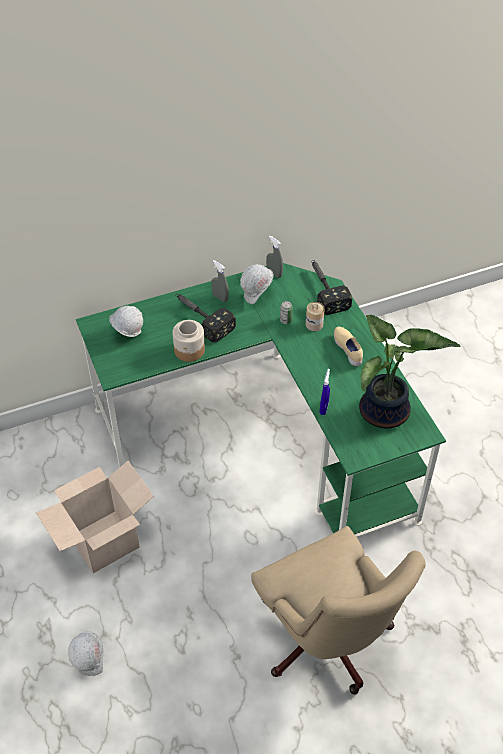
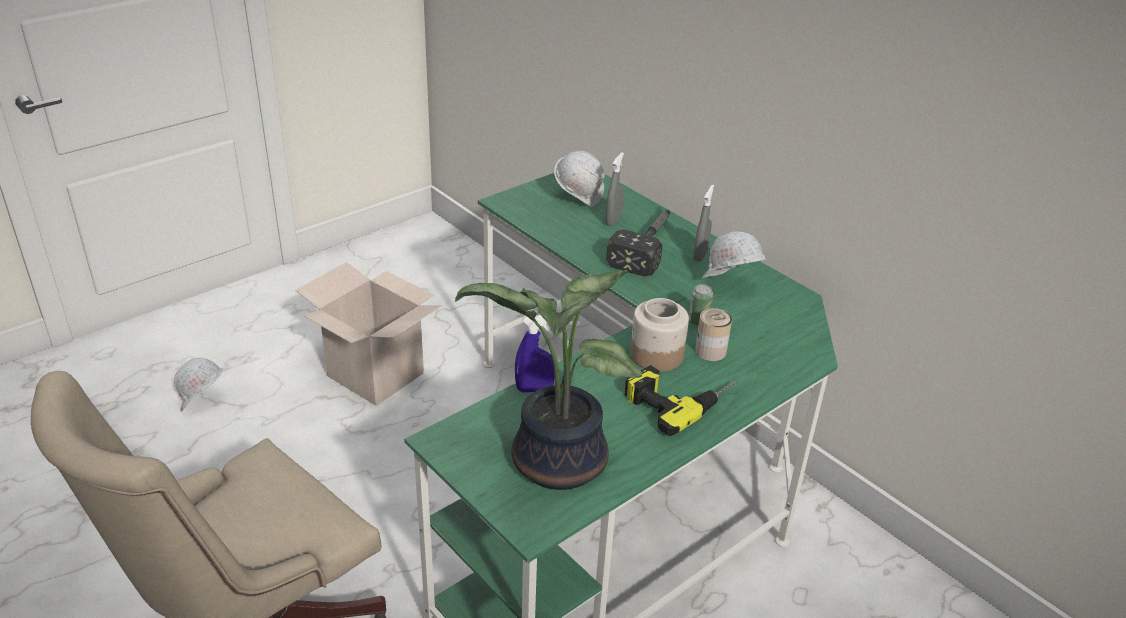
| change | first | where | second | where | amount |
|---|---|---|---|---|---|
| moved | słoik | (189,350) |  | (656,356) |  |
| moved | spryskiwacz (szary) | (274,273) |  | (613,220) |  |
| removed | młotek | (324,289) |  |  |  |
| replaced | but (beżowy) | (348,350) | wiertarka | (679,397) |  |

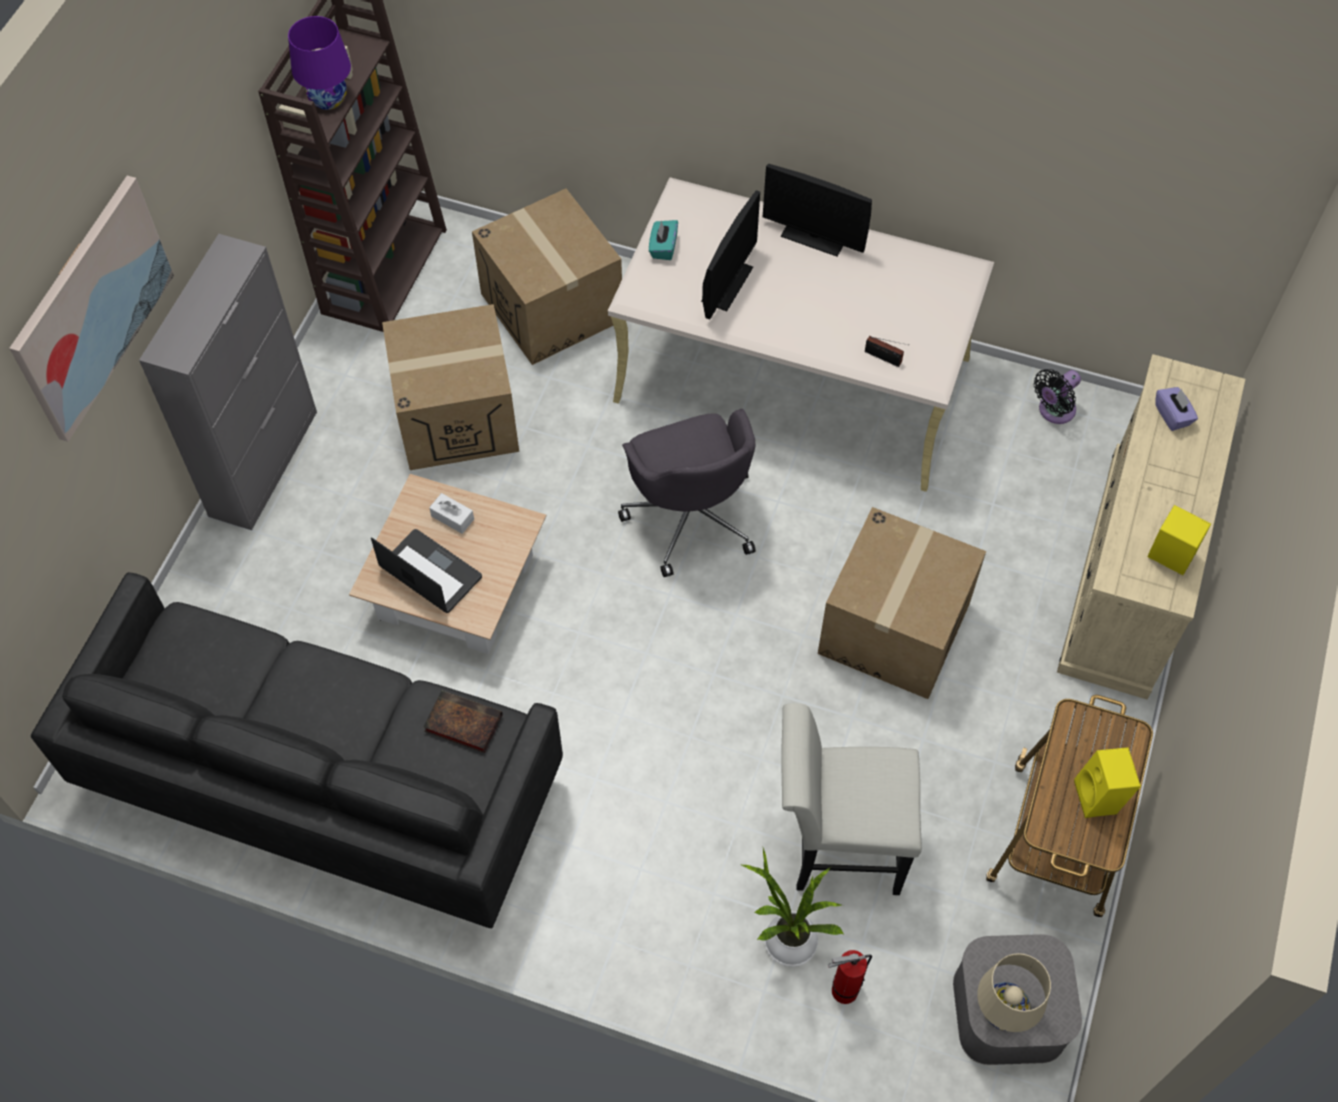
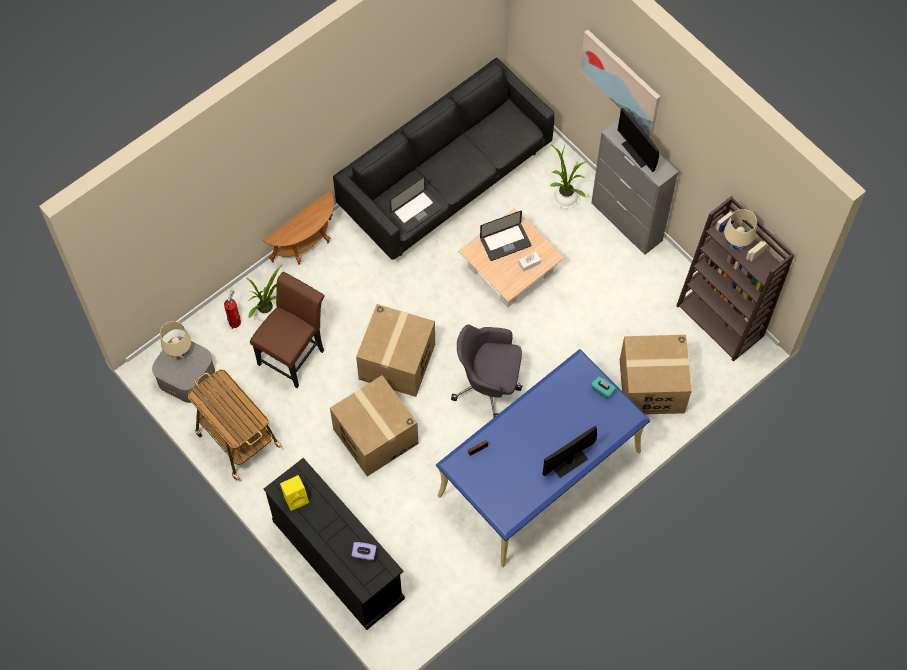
| change | first | where | second | where | amount |
|---|---|---|---|---|---|
| recoloured | lampa stołowa (fioletowy) | (328,99) | lampa stołowa (beżowy) | (736,243) |  |
| moved | karton | (457,416) |  | (397,362) |  |
| replaced | książka | (461,723) | laptop | (416,211) |  |
| recoloured | biurko (beżowy) | (794,380) | biurko (niebieski) | (539,474) |  |
| moved | monitor | (727,284) |  | (637,152) |  |
| recoloured | krzesło (biały) | (836,844) | krzesło (brązowy) | (294,353) |  |
| removed | wentylator (czarny) | (1054,411) |  |  |  |
| recoloured | komoda (beżowy) | (1129,572) | komoda (czarny) | (337,559) |  |
| removed | głośnik (żółty) | (1100,798) |  |  |  |
| added |  |  | stolik (brązowy) | (307,246) |  |
| added |  |  | roślina doniczkowa | (564,197) |  |

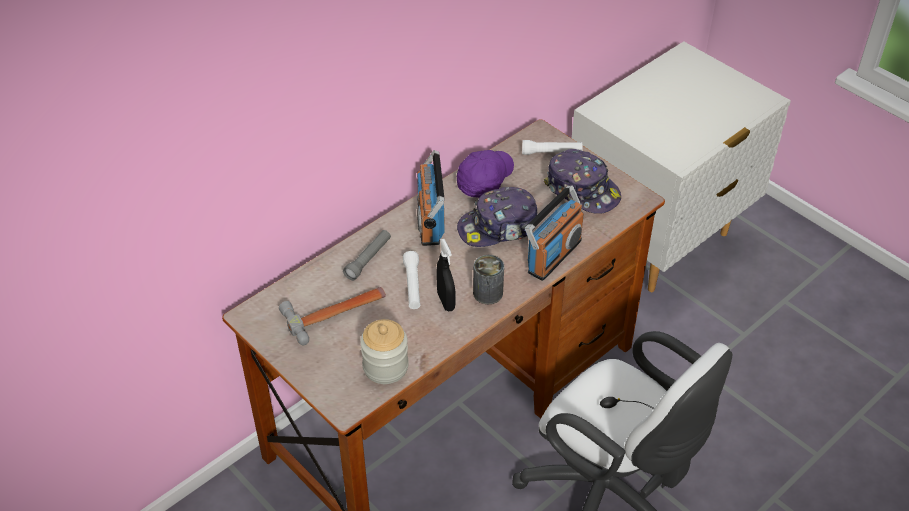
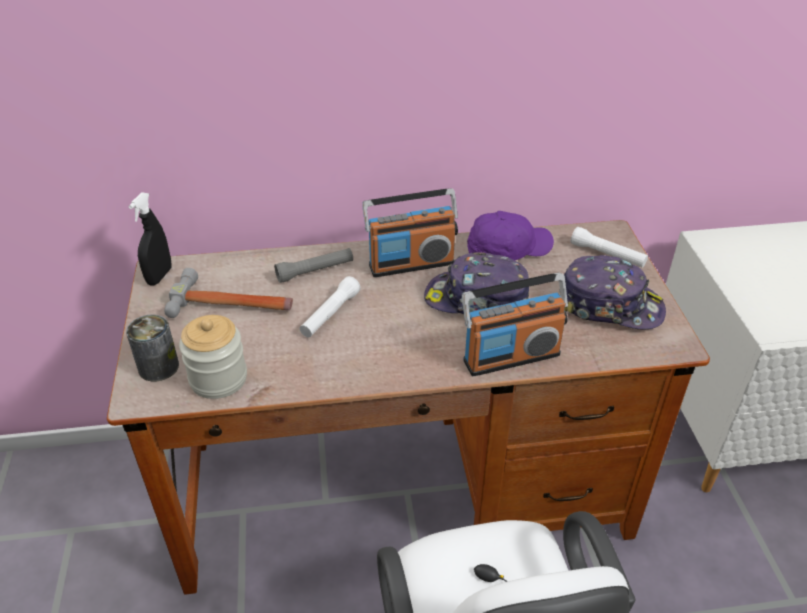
| change | first | where | second | where | amount |
|---|---|---|---|---|---|
| turned | radio | (429,221) |  | (411,263) | 135 degrees counterclockwise |
| moved | spryskiwacz (czarny) | (446,301) |  | (159,276) |  |
| moved | puszka | (488,293) |  | (158,367) |  |
| turned | czapka z daszkiem | (582,190) |  | (610,305) | 60 degrees counterclockwise |

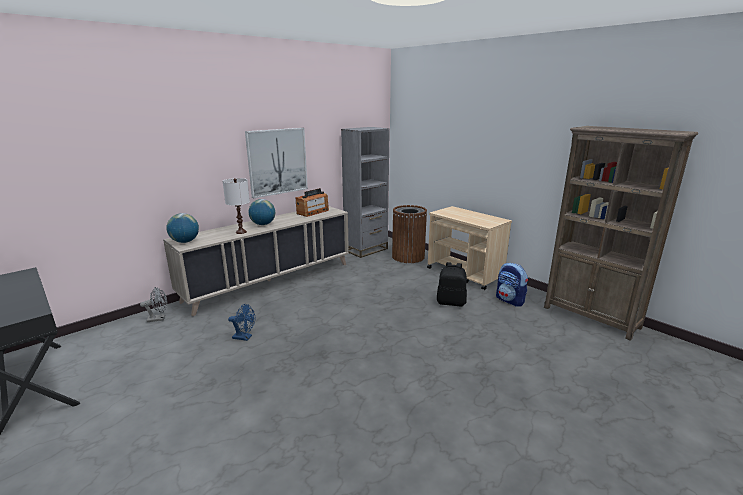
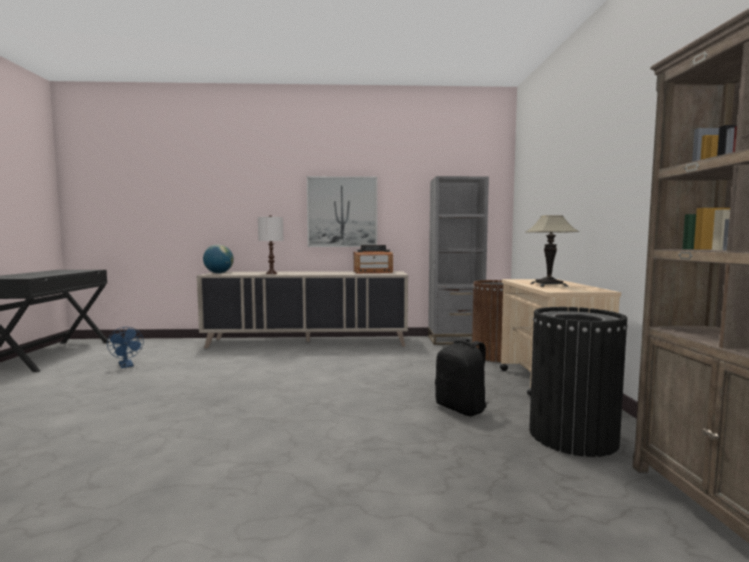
| change | first | where | second | where | amount |
|---|---|---|---|---|---|
| removed | wentylator (szary) | (159,318) |  |  |  |
| moved | wentylator (niebieski) | (245,337) |  | (127,366) |  |
| removed | globus | (263,224) |  |  |  |
| replaced | plecak | (510,300) | kosz na śmieci (czarny) | (573,436) |  |
| added |  |  | lampa stołowa | (548,285) |  |

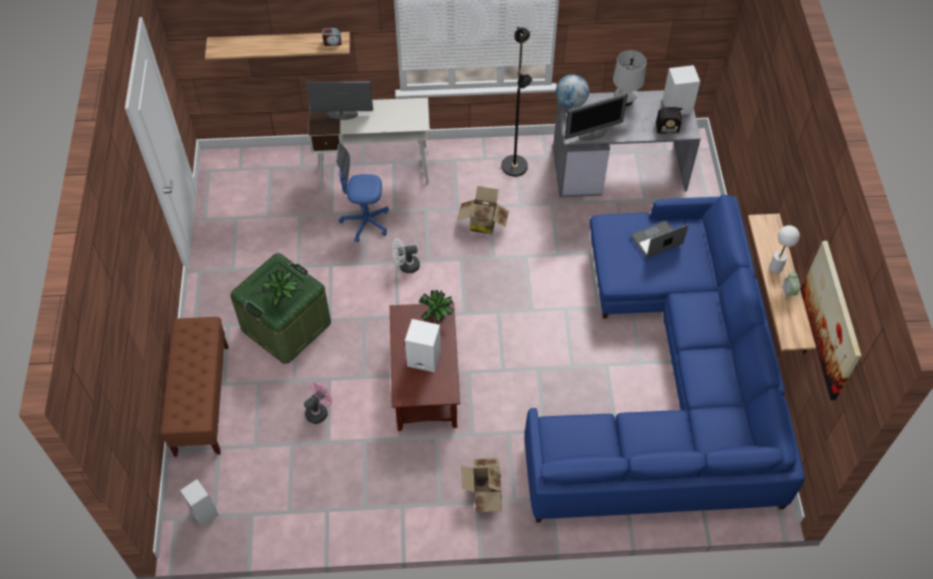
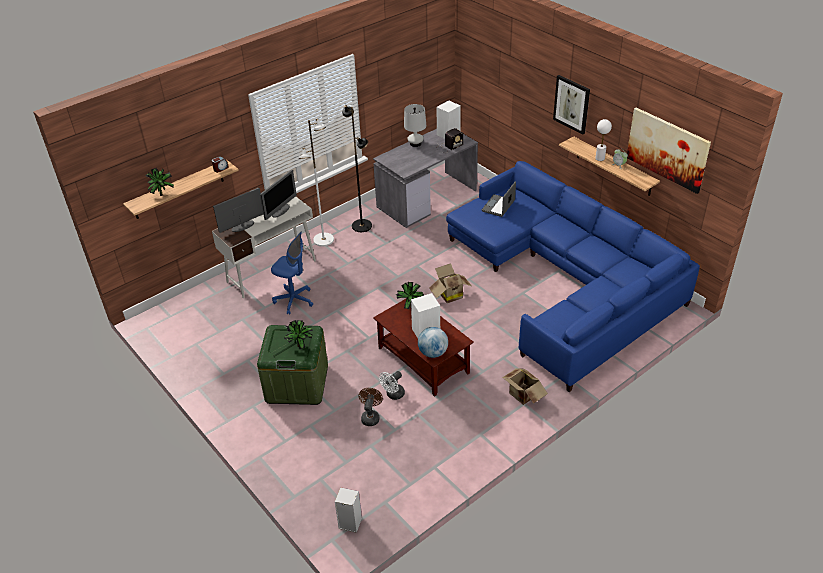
| change | first | where | second | where | amount |
|---|---|---|---|---|---|
| removed | ławka (brązowy) | (202,399) |  |  |  |
| recoloured | wentylator (różowy) | (319,411) | wentylator (brązowy) | (370,416) |  |
| turned | krzesło biurowe (niebieski) | (365,222) |  | (294,300) | 120 degrees counterclockwise |
| moved | wentylator (biały) | (406,266) |  | (393,395) |  |
| moved | karton | (482,222) |  | (449,295) |  |
| moved | globus | (571,103) |  | (433,353) |  |
| moved | monitor | (593,133) |  | (281,211) |  |
| added |  |  | roślina doniczkowa | (162,194) |  |
| added |  |  | lampa stojąca (biały) | (324,240) |  |
| added |  |  | obraz | (572,104) |  |

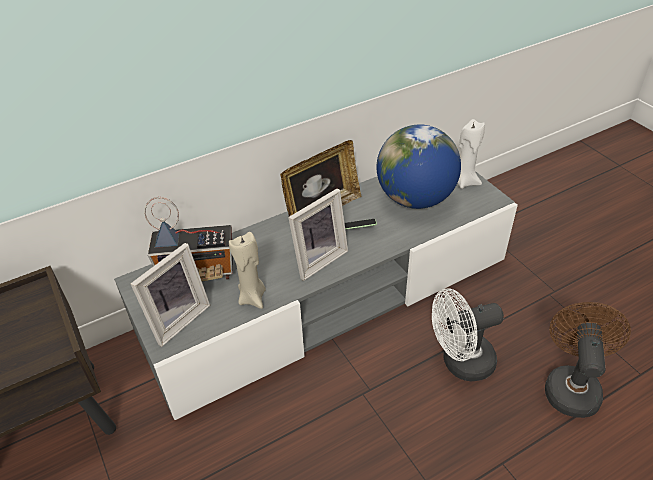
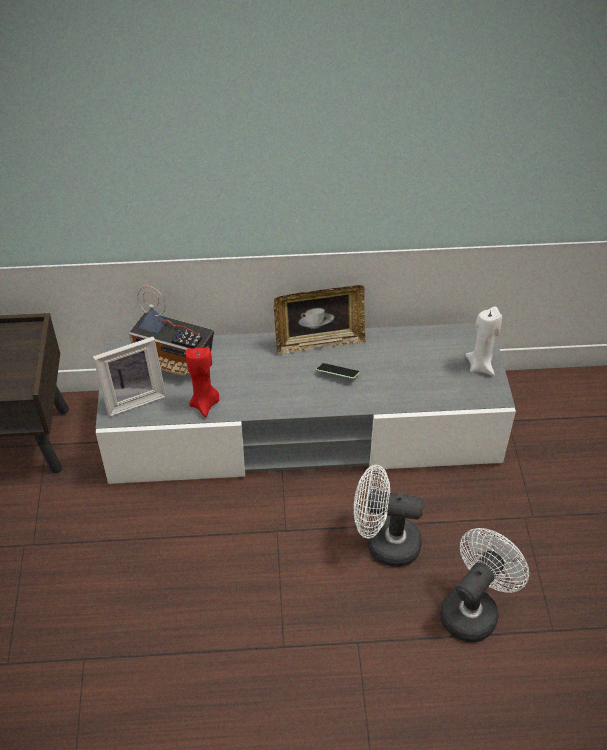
| change | first | where | second | where | amount |
|---|---|---|---|---|---|
| recoloured | świeca (beżowy) | (252,297) | świeca (czerwony) | (205,404) |  |
| removed | ramka na zdjęcie | (317,259) |  |  |  |
| removed | globus | (415,199) |  |  |  |
| recoloured | wentylator (brązowy) | (571,386) | wentylator (biały) | (474,609) |  |

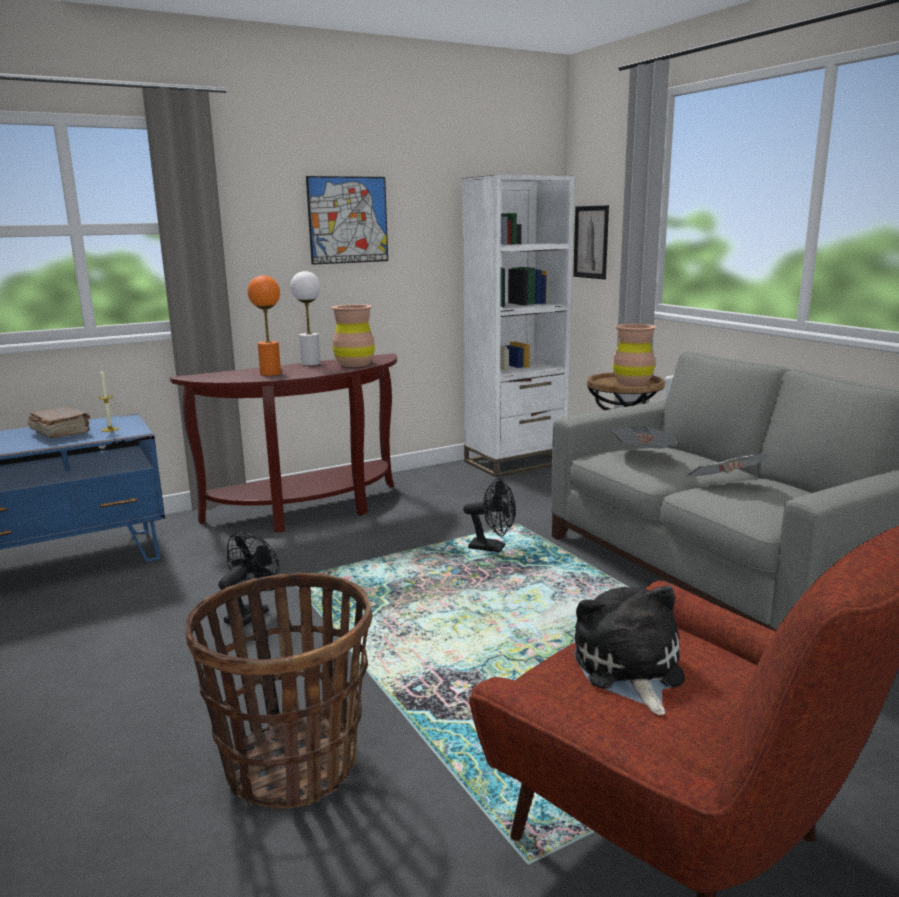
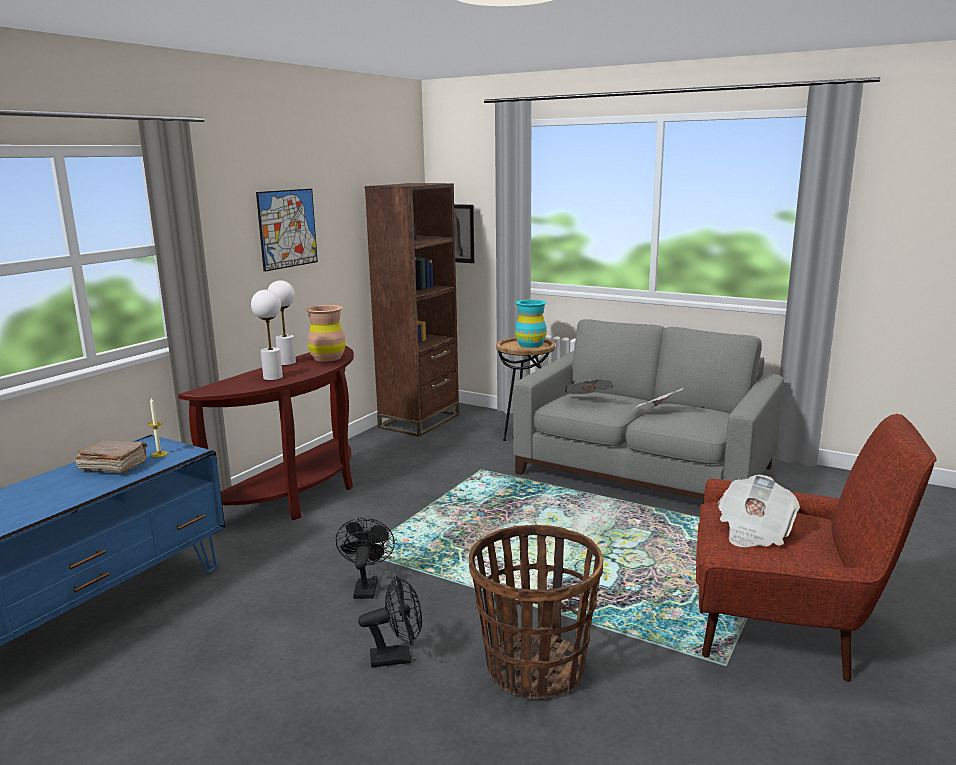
| change | first | where | second | where | amount |
|---|---|---|---|---|---|
| recoloured | lampa stołowa (pomarańczowy) | (270,373) | lampa stołowa (biały) | (273,377) |  |
| recoloured | regał (biały) | (515,462) | regał (brązowy) | (419,421) |  |
| moved | wentylator (czarny) | (493,548) |  | (397,657) |  |
| replaced | pluszak | (629,670) | gazeta | (754,531) |  |
| recoloured | wazon (brązowy) | (632,382) | wazon (turkusowy) | (530,345) |  |

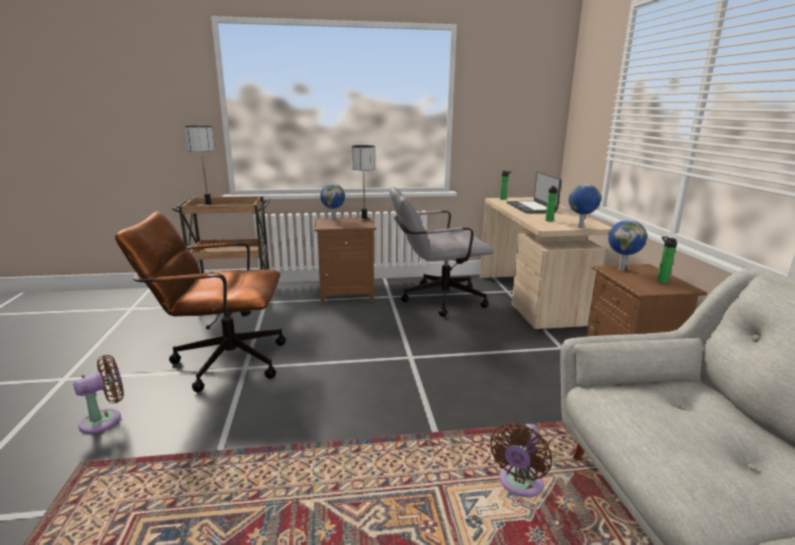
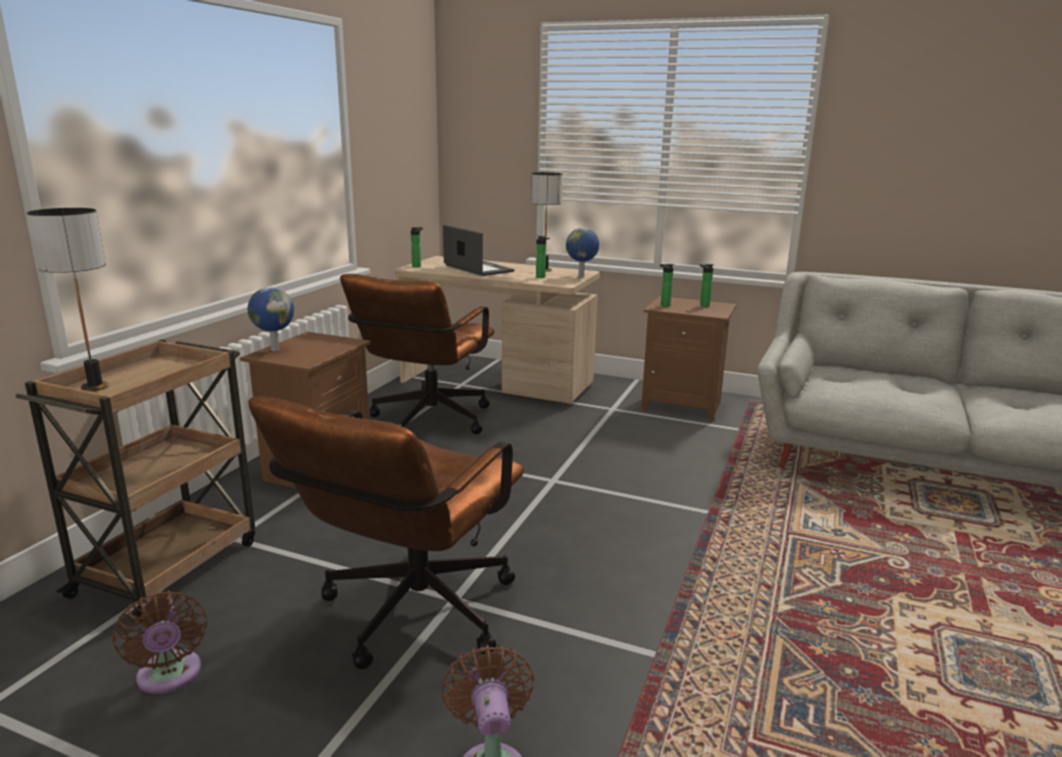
| change | first | where | second | where | amount |
|---|---|---|---|---|---|
| moved | lampa stołowa | (364,219) |  | (544,270) |  |
| recoloured | krzesło biurowe (szary) | (436,299) | krzesło biurowe (brązowy) | (426,423) |  |
| moved | wentylator (brązowy) | (519,485) |  | (169,677) |  |
| turned | laptop | (531,207) |  | (477,269) | 150 degrees counterclockwise |
| replaced | globus | (621,269) | butelka | (663,305) |  |

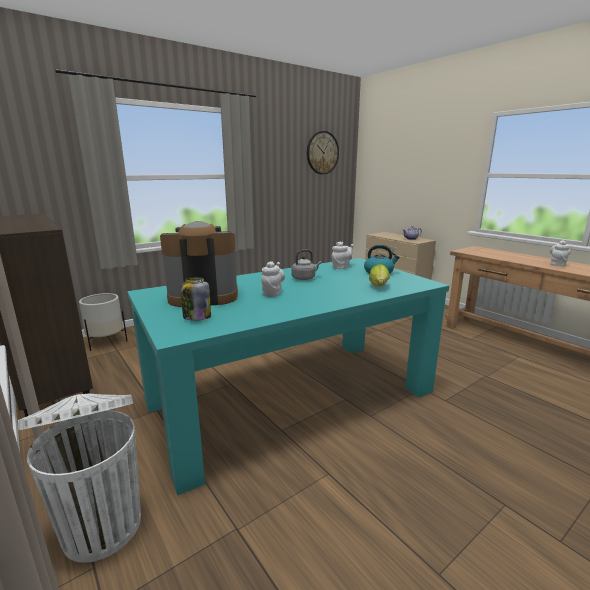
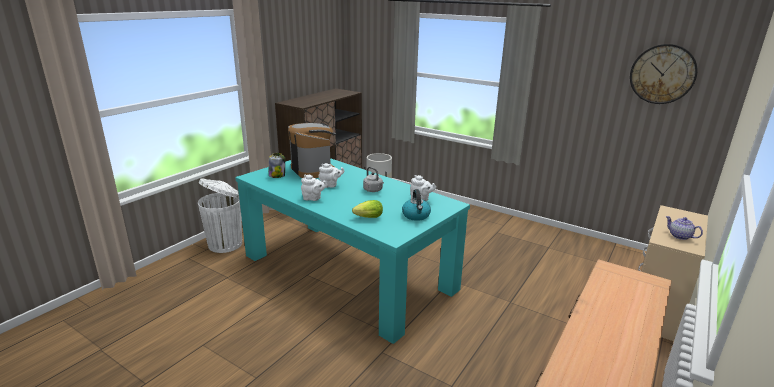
| change | first | where | second | where | amount |
|---|---|---|---|---|---|
| moved | imbryk (biały) | (557,264) |  | (313,198) |  |

